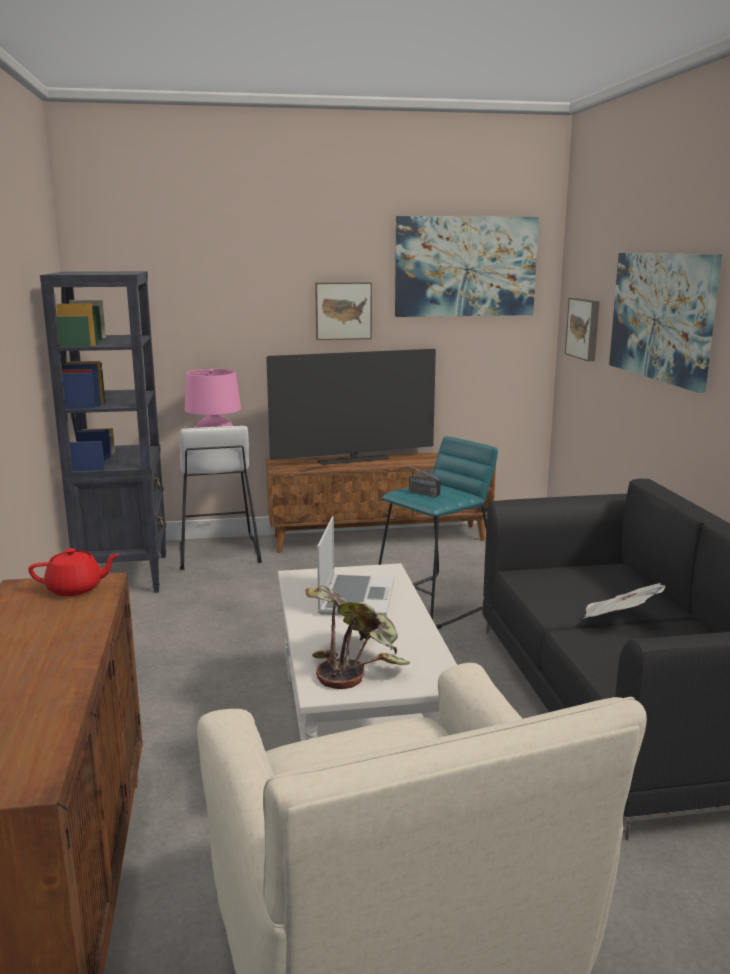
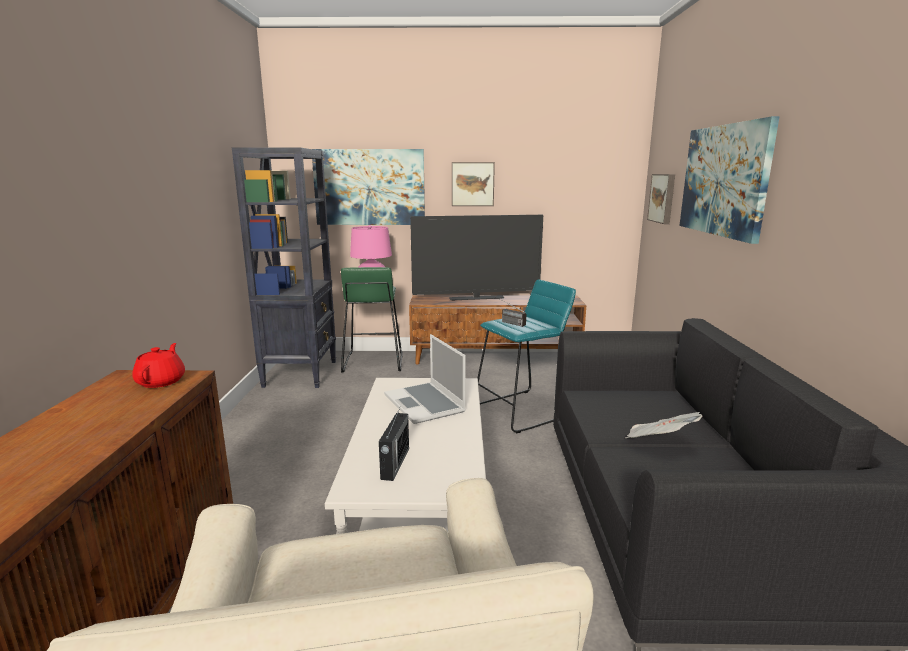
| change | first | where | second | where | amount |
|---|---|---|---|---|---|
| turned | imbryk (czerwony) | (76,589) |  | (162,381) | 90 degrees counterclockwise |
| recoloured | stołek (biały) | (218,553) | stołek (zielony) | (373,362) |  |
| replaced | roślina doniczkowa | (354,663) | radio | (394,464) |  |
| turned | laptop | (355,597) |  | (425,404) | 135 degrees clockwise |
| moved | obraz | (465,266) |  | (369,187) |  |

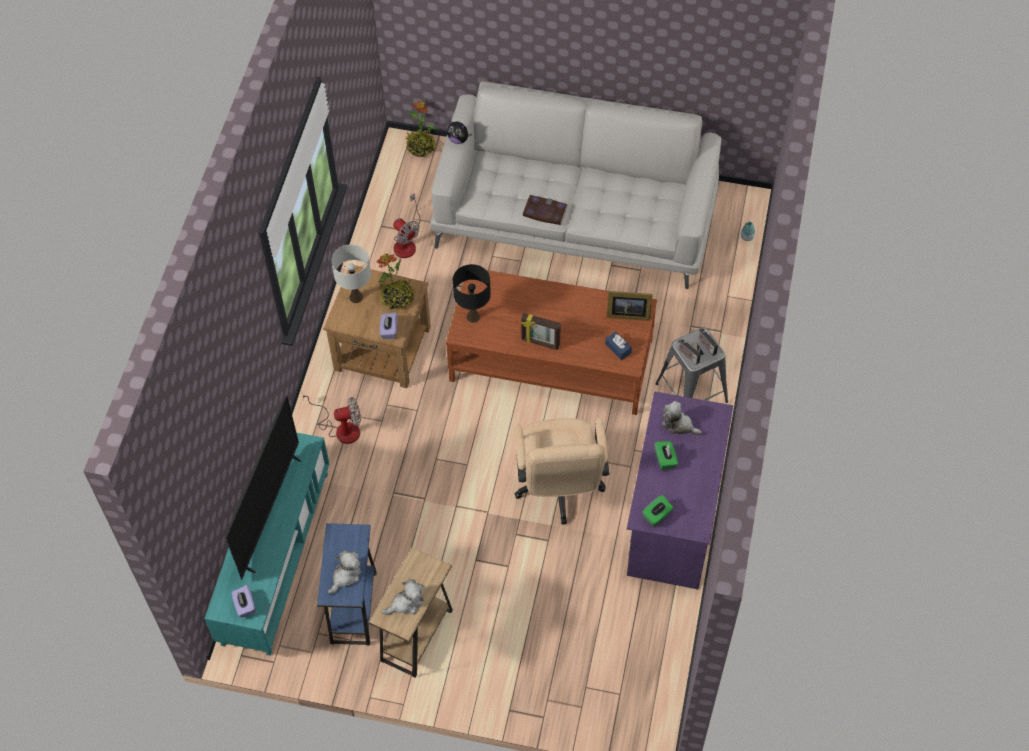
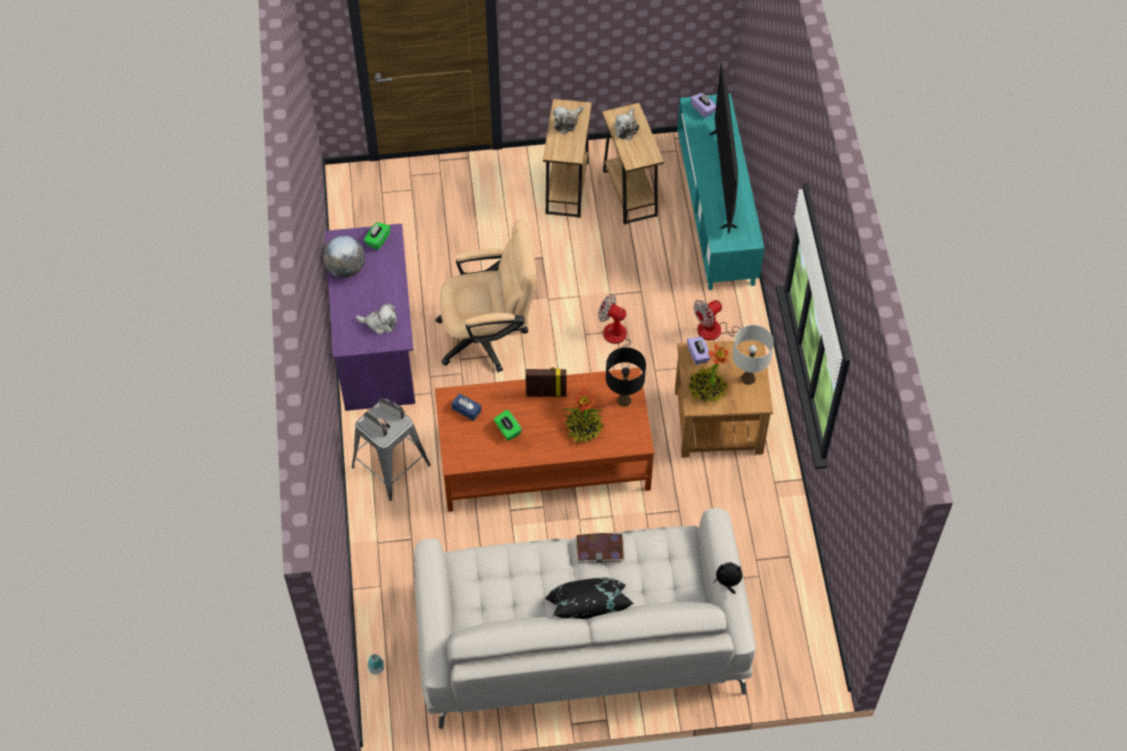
| change | first | where | second | where | amount |
|---|---|---|---|---|---|
| recoloured | stolik (niebieski) | (353,607) | stolik (brązowy) | (629,193) |  |
| moved | wentylator | (406,242) |  | (616,341) |  |
| moved | roślina doniczkowa | (421,147) |  | (584,428) |  |
| turned | krzesło biurowe (beżowy) | (559,490) |  | (490,336) | 105 degrees clockwise |
| removed | ramka na zdjęcie | (627,313) |  |  |  |
| moved | pudełko chusteczek (zielony) | (665,459) |  | (507,430) |  |
| added |  |  | globus | (346,268) |  |
| added |  |  | poduszka (czarny) | (588,612) |  |

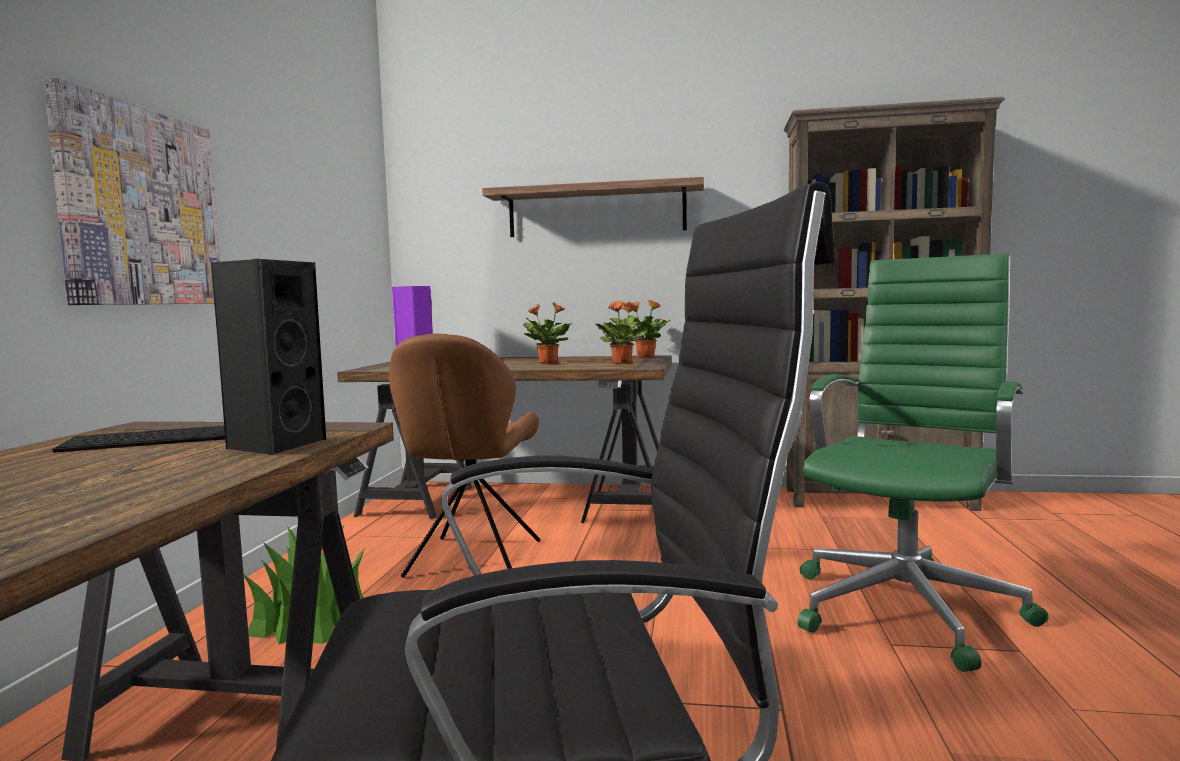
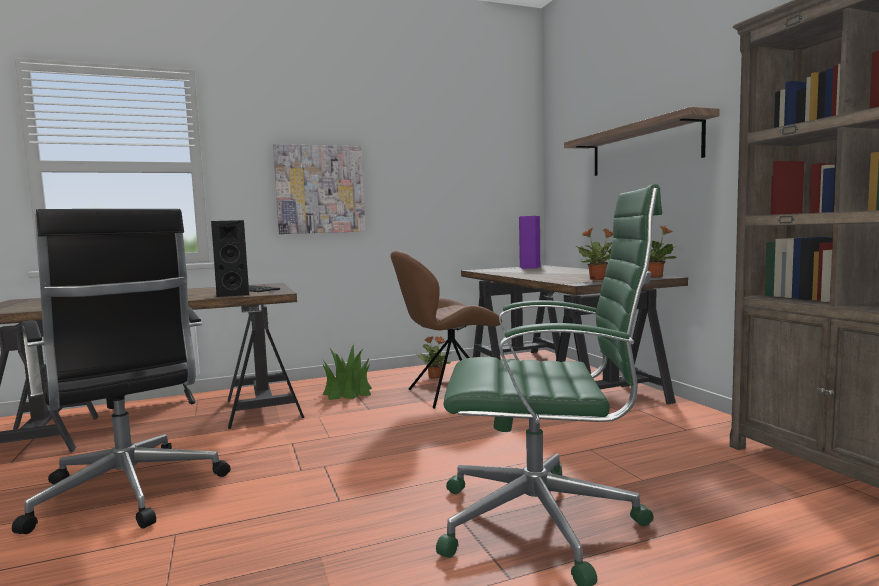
| change | first | where | second | where | amount |
|---|---|---|---|---|---|
| moved | roślina doniczkowa | (547,362) |  | (434,377) |  |

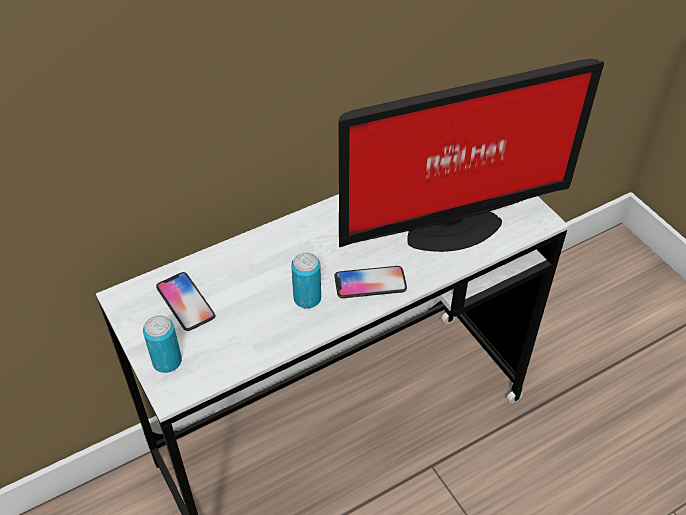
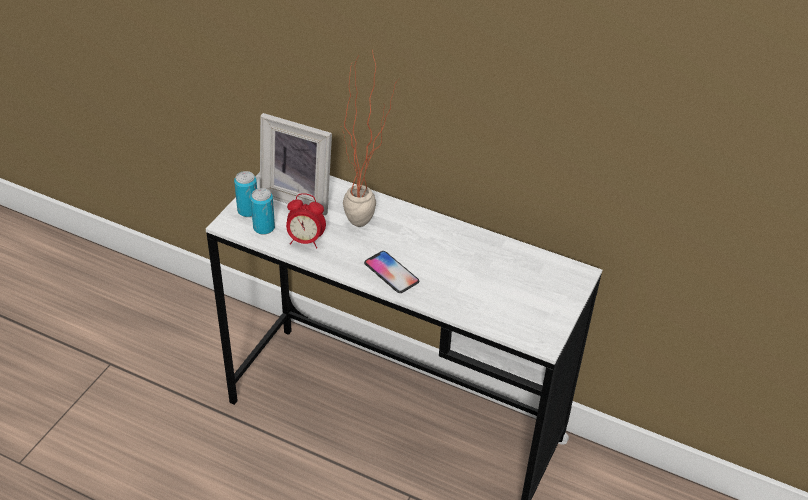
| change | first | where | second | where | amount |
|---|---|---|---|---|---|
| replaced | telefon | (185,302) | ramka na zdjęcie | (299,195) |  |
| moved | puszka | (307,298) |  | (264,228) |  |
| removed | monitor | (448,227) |  |  |  |
| added |  |  | budzik | (305,241) |  |
| added |  |  | roślina doniczkowa | (369,225) |  |

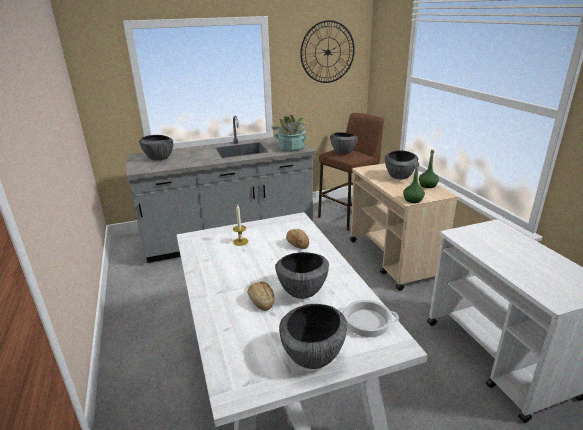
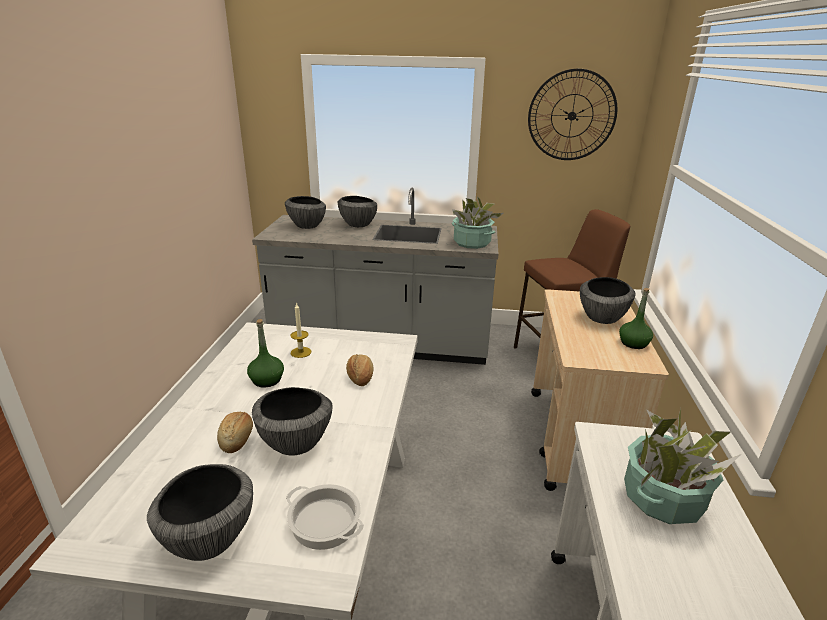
| change | first | where | second | where | amount |
|---|---|---|---|---|---|
| moved | miska | (343,152) |  | (358,225) |  |
| moved | butelka (zielony) | (413,200) |  | (267,380) |  |
| added |  |  | roślina doniczkowa | (662,499) |  |

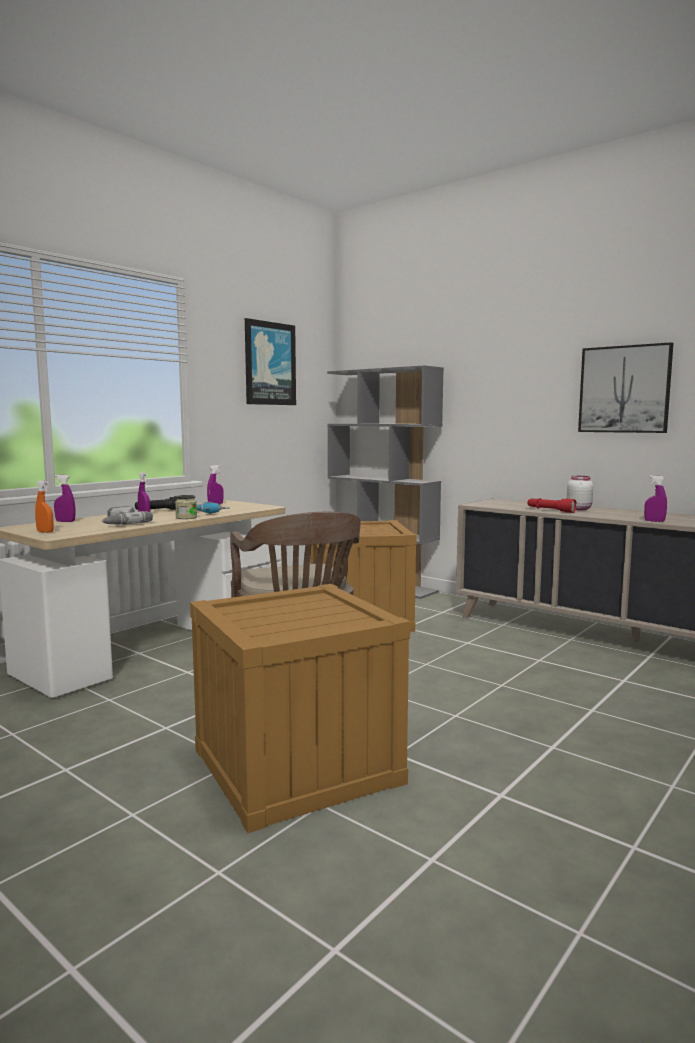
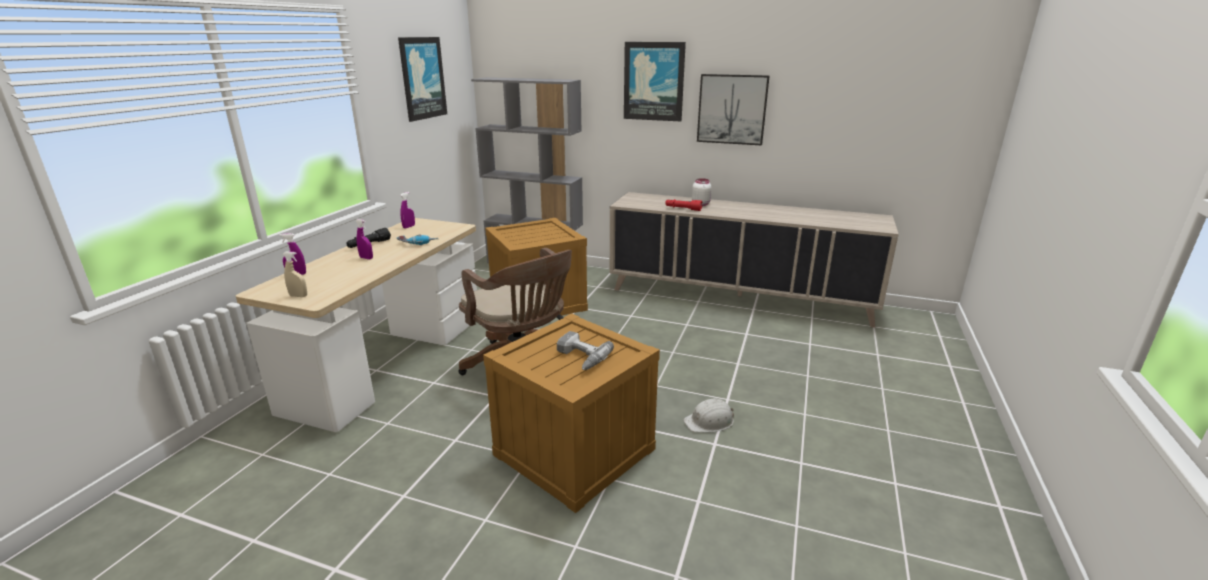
| change | first | where | second | where | amount |
|---|---|---|---|---|---|
| recoloured | spryskiwacz (pomarańczowy) | (45,532) | spryskiwacz (beżowy) | (298,296) |  |
| moved | wiertarka | (120,523) |  | (580,357) |  |
| removed | słoik | (186,517) |  |  |  |
| removed | spryskiwacz (fioletowy) | (654,521) |  |  |  |
| added |  |  | obraz | (654,81) |  |
| added |  |  | kask (biały) | (710,421) |  |

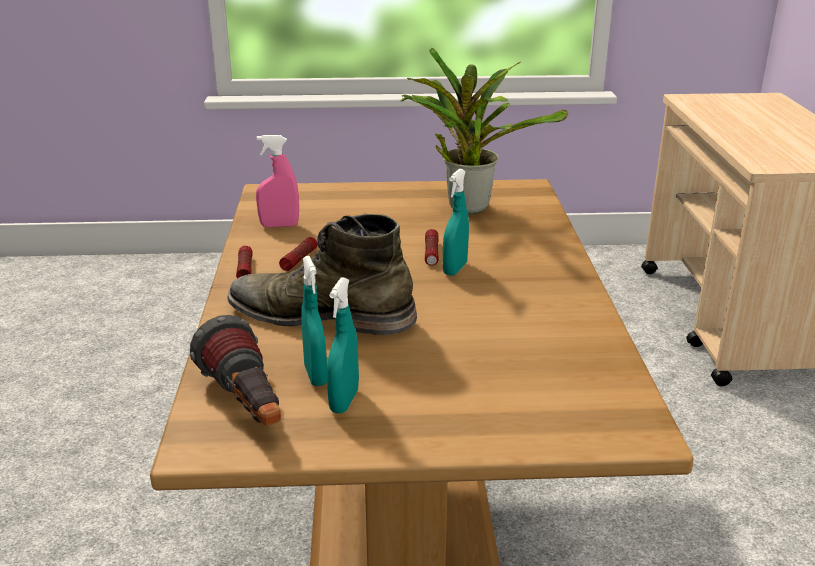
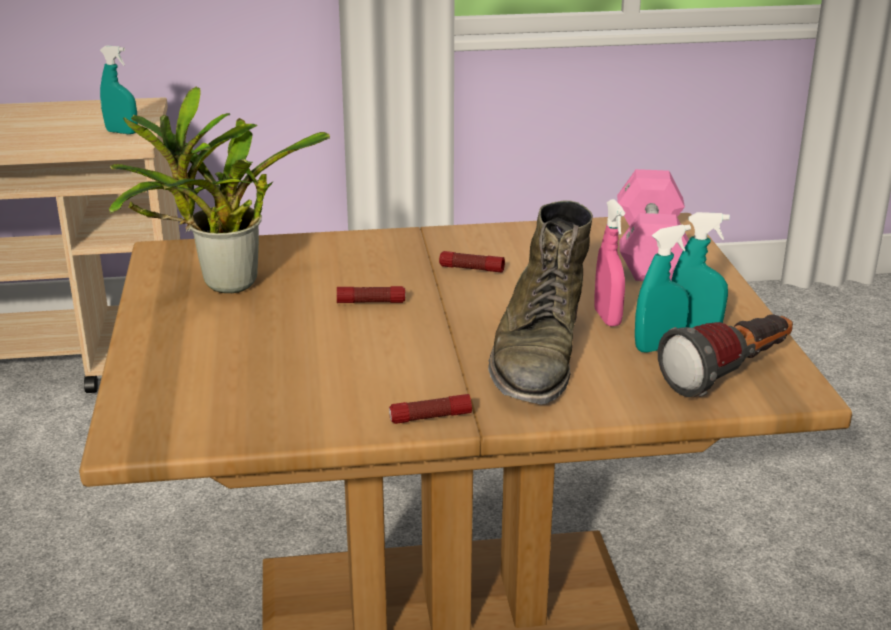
| change | first | where | second | where | amount |
|---|---|---|---|---|---|
| moved | spryskiwacz (różowy) | (279,225) |  | (607,318) |  |
| moved | latarka | (299,259) |  | (471,269) |  |
| moved | spryskiwacz (turkusowy) | (455,269) |  | (122,132) |  |
| added |  |  | hantel (różowy) | (650,250) |  |

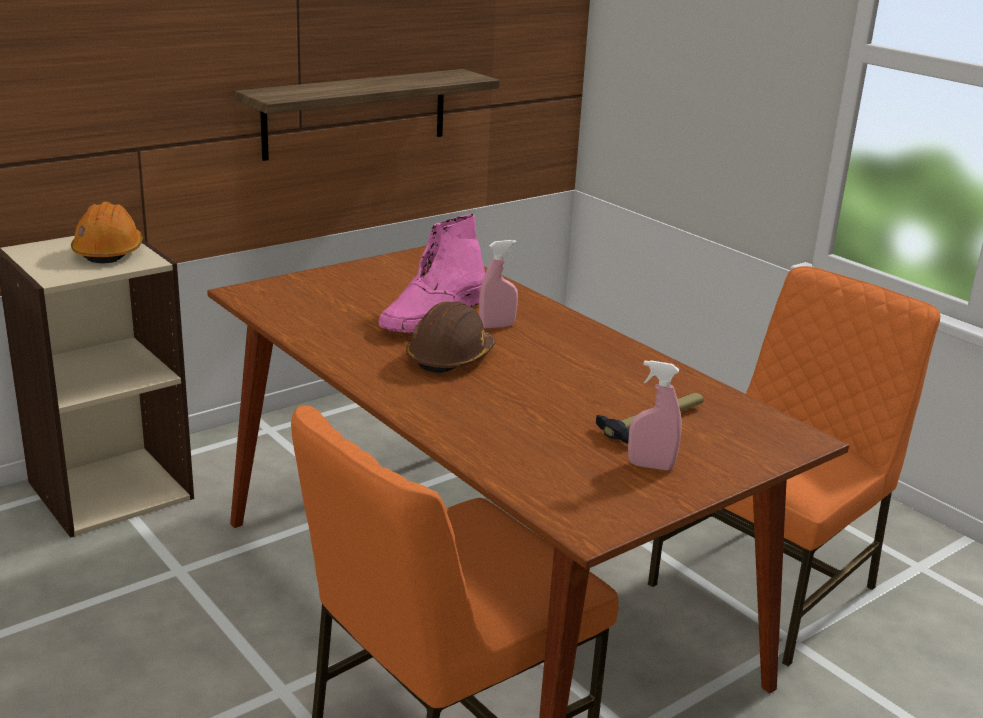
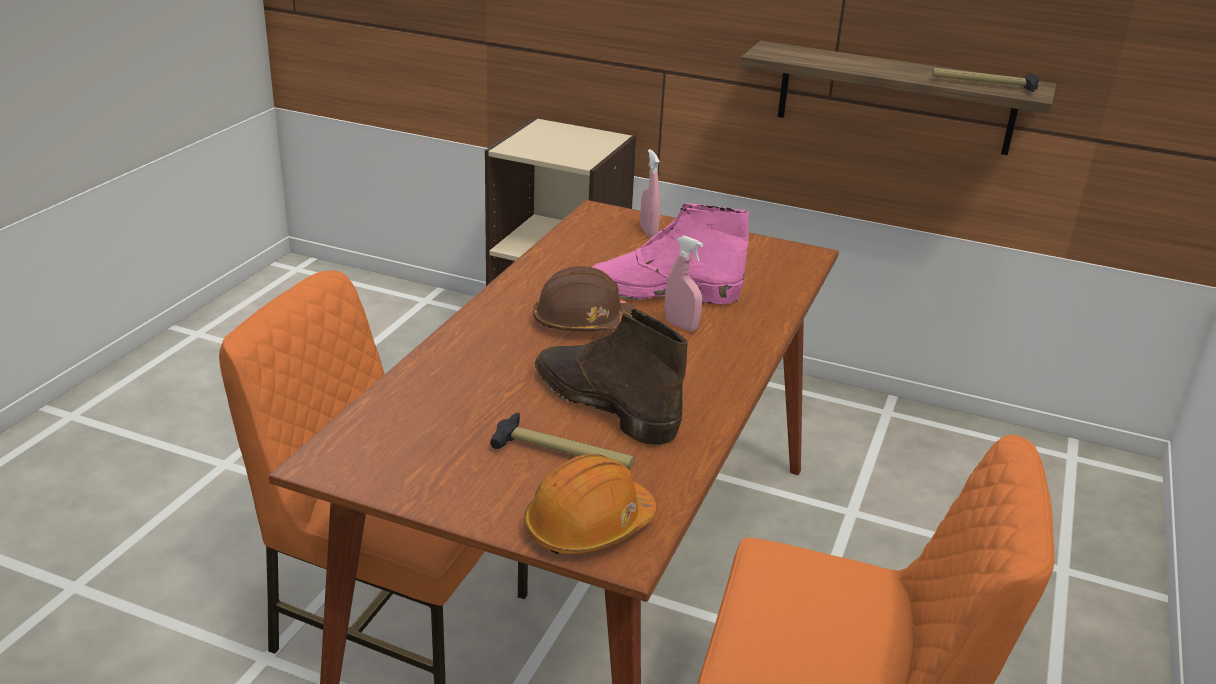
| change | first | where | second | where | amount |
|---|---|---|---|---|---|
| moved | kask (pomarańczowy) | (109,251) |  | (588,526) |  |
| moved | spryskiwacz (różowy) | (650,466) |  | (648,232) |  |
| added |  |  | but z cholewką (brązowy) | (603,403) |  |
| added |  |  | młotek | (983,85) |  |

